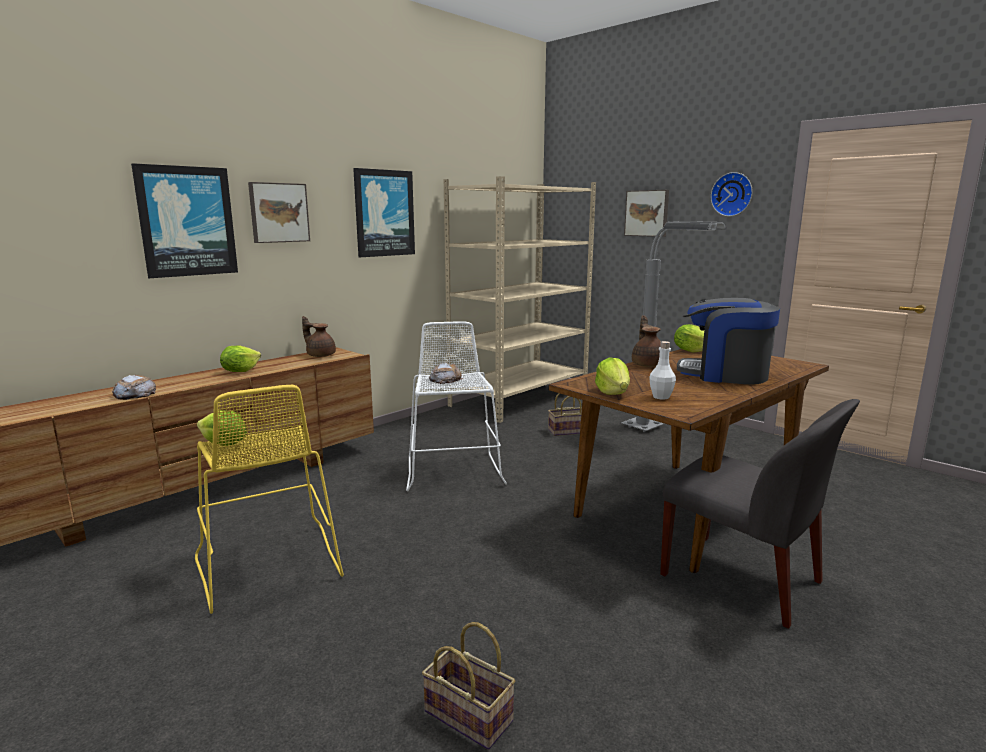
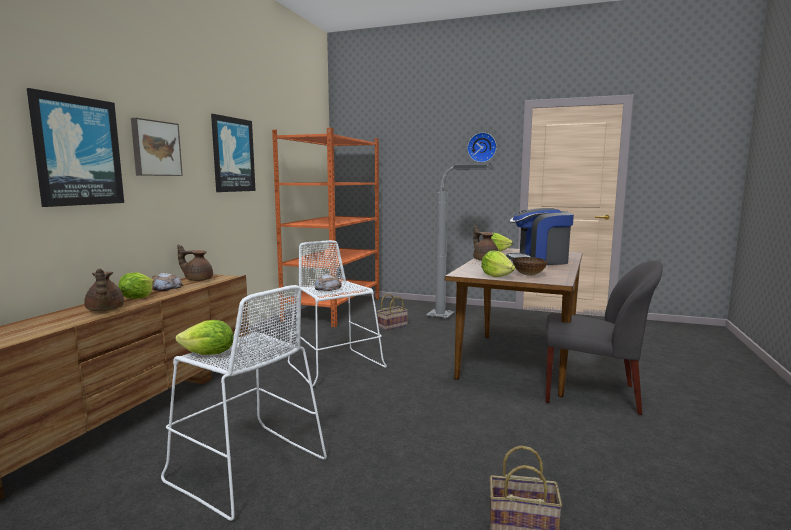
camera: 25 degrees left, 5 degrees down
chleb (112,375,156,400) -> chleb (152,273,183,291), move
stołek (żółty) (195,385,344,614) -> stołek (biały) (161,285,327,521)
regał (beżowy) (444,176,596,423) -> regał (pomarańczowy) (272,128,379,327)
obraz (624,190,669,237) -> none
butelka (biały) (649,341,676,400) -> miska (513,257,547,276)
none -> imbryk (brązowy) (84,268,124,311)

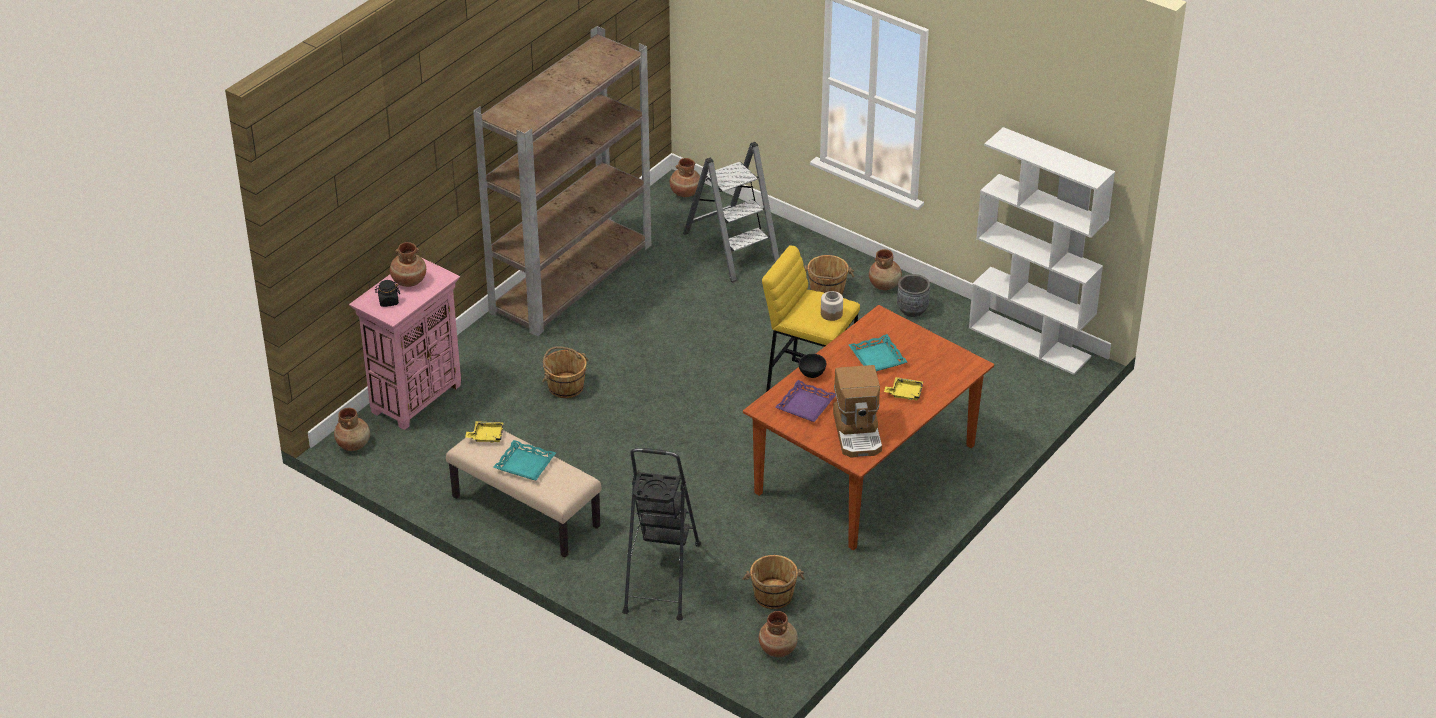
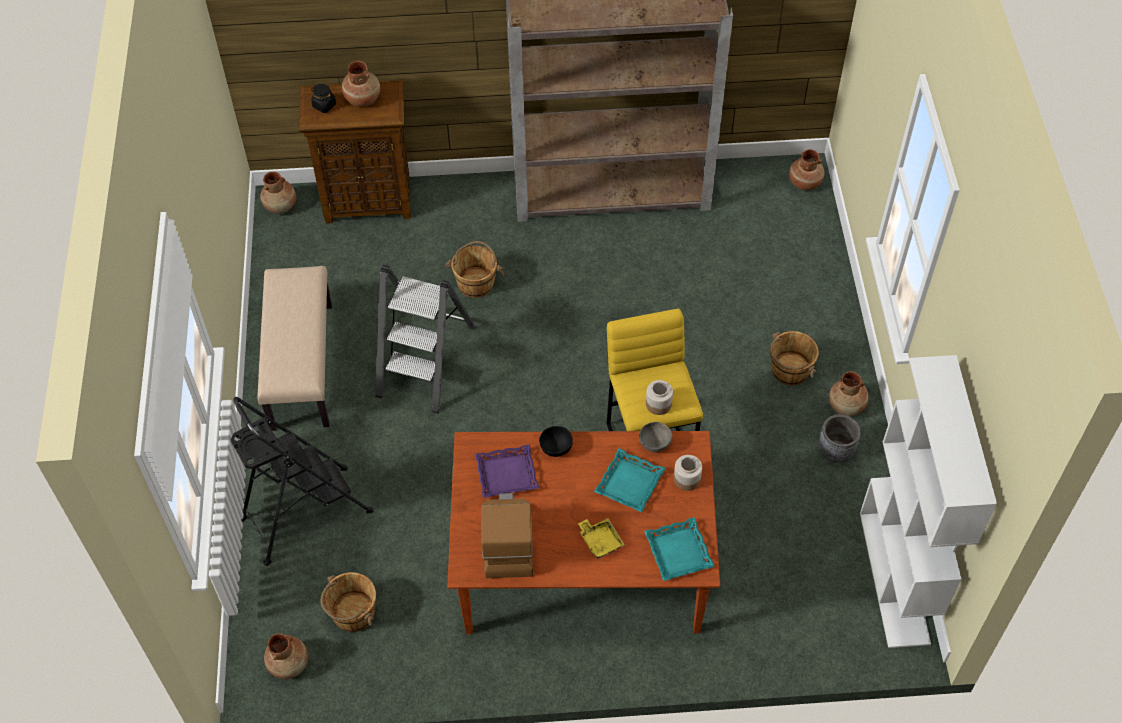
camera: 50 degrees right, 15 degrees up
szafka (różowy) (349,257,461,430) -> szafka (brązowy) (298,80,411,224)
taca (żółty) (465,421,504,443) -> none
taca (turkusowy) (494,440,556,480) -> taca (turkusowy) (644,517,715,581), move
drabinka (szary) (683,142,779,283) -> drabinka (szary) (375,265,476,414), move
ekspres do kawy (833,365,882,458) -> ekspres do kawy (481,492,533,578), 135 degrees clockwise
none -> miska (szary) (639,422,672,452)
none -> słoik (674,455,702,491)

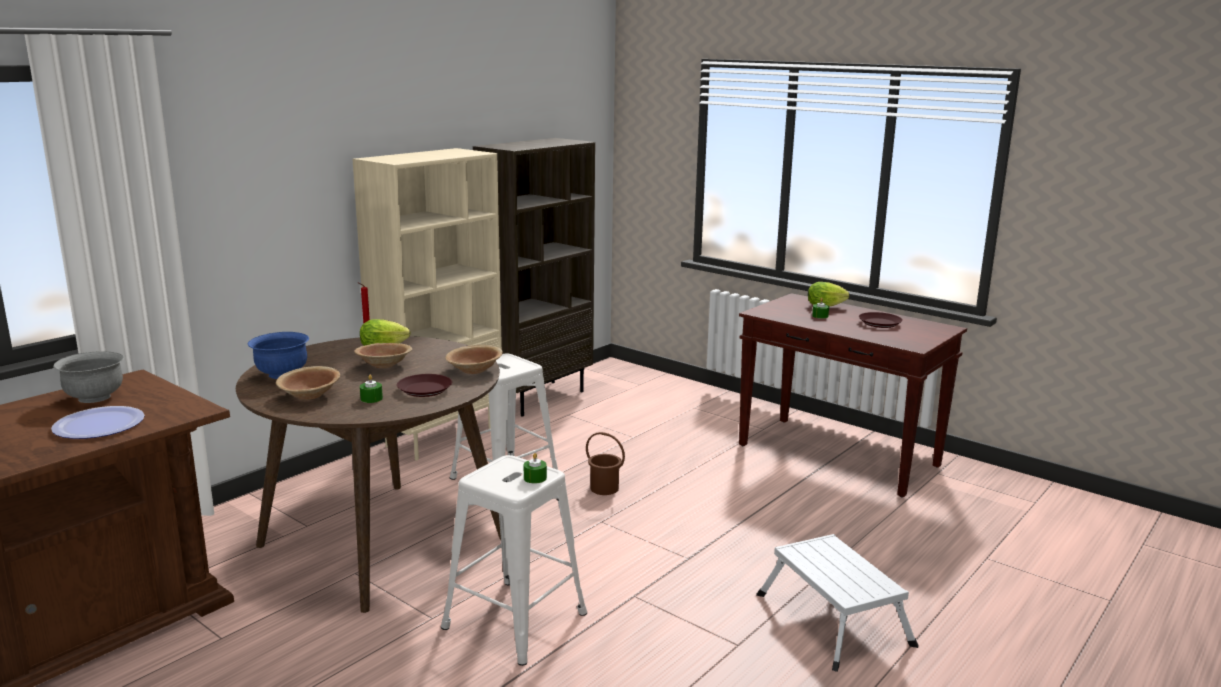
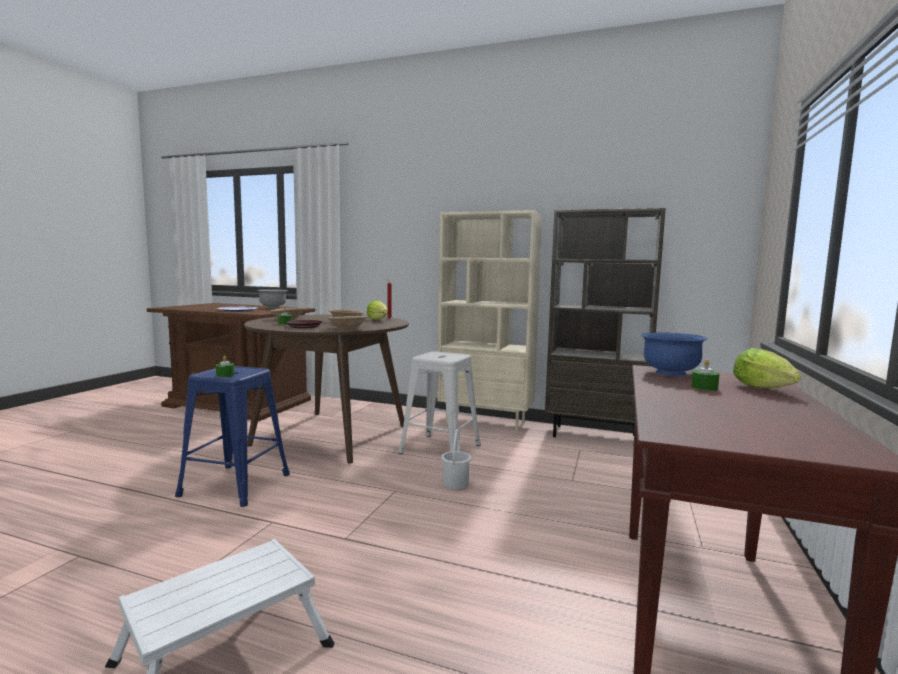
camera: 70 degrees right, 10 degrees down
miska (niebieski) (248,332,309,379) -> miska (niebieski) (641,332,708,376), move
stołek (biały) (441,455,587,666) -> stołek (niebieski) (175,366,290,507)
wiadro (brązowy) (586,432,625,495) -> wiadro (biały) (441,429,472,489)
talerz (brązowy) (859,312,903,328) -> none

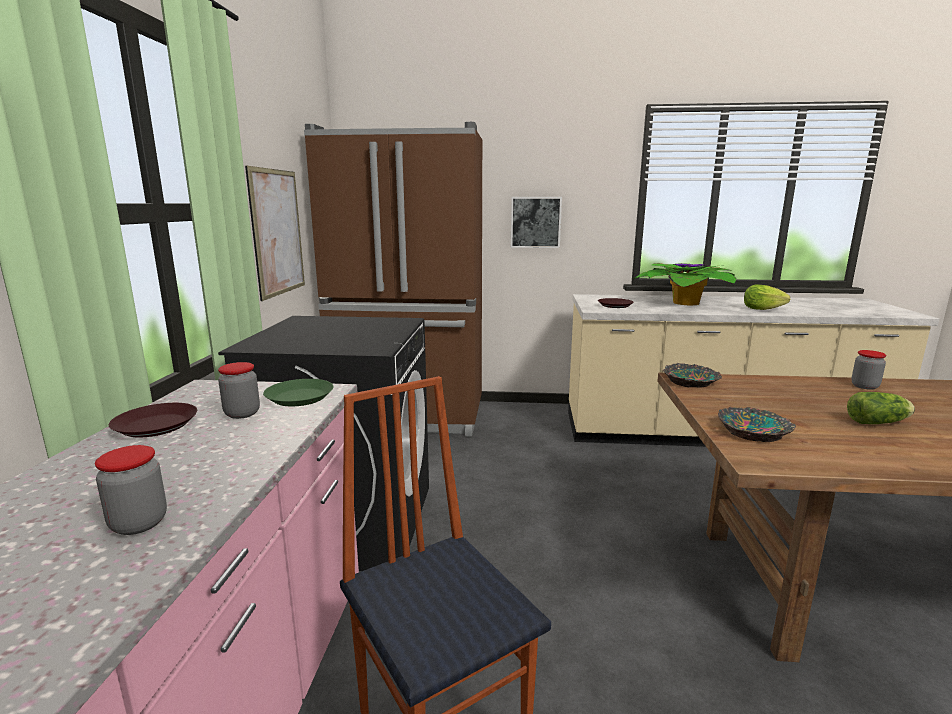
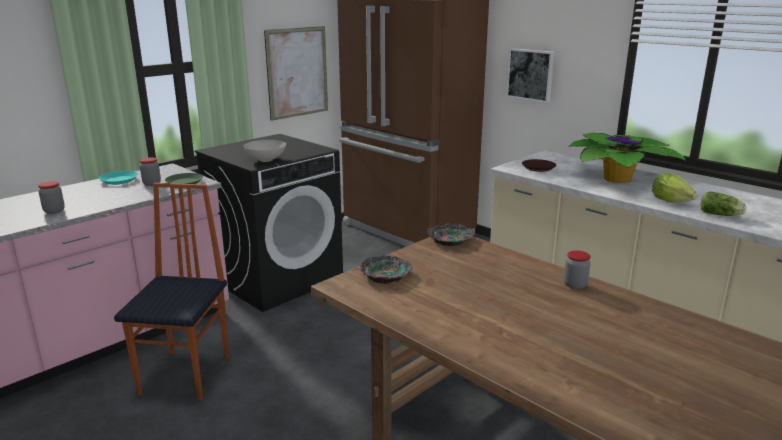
camera: 40 degrees right, 5 degrees up
talerz (brązowy) (109,403,197,437) -> talerz (turkusowy) (99,171,138,185)
sałata (847,392,915,424) -> sałata (701,191,746,216), move
none -> miska (biały) (243,140,286,162)

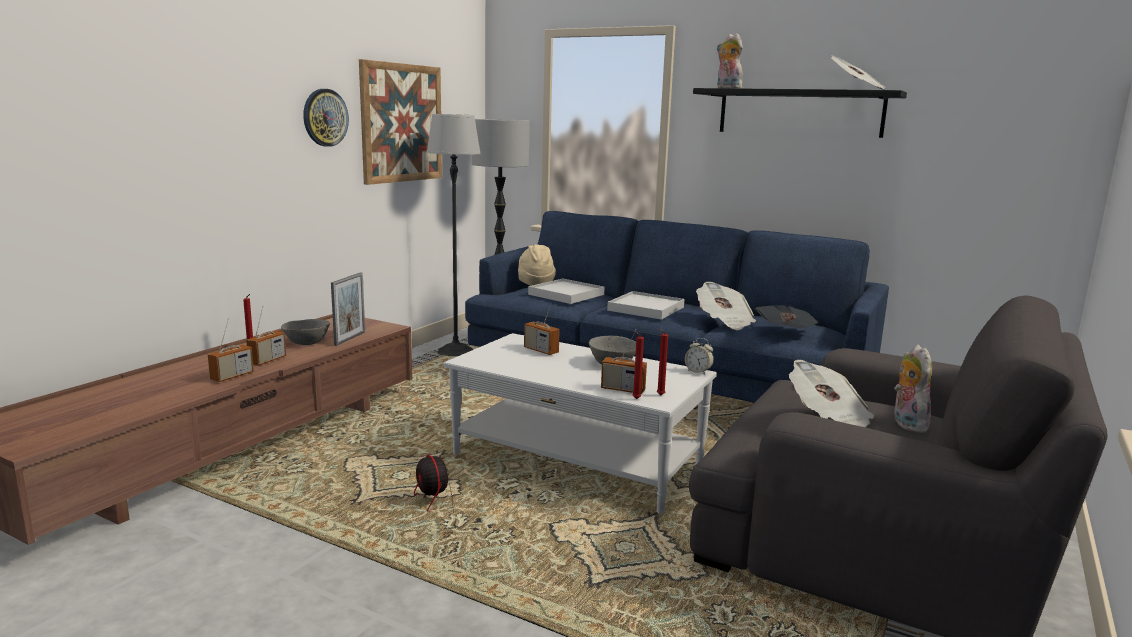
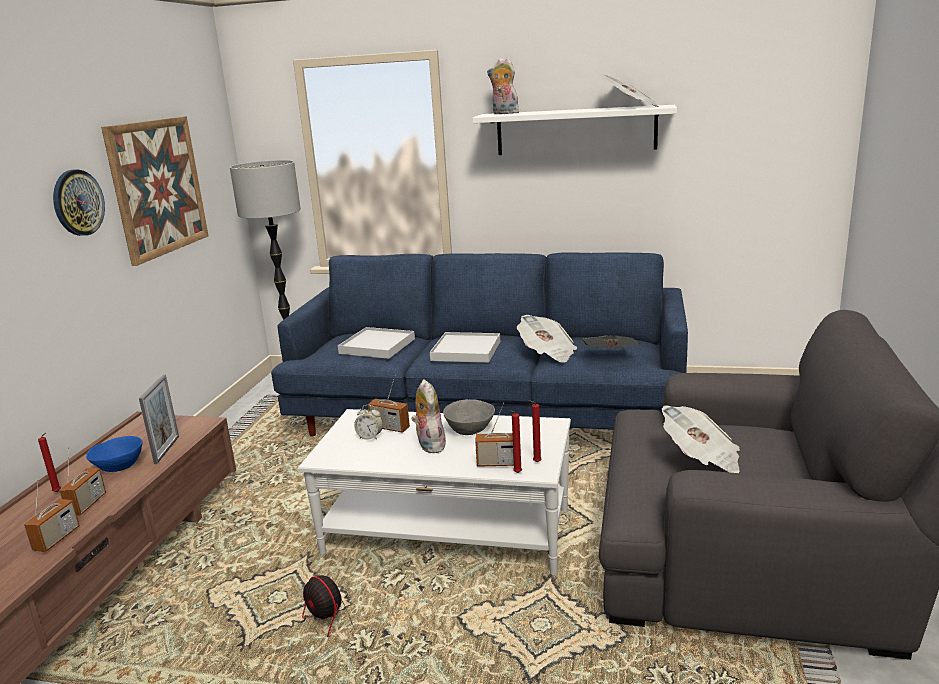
camera: 15 degrees left, 5 degrees up
miska (szary) (281,319,330,345) -> miska (niebieski) (86,436,142,472)
lampa stojąca (427,114,481,356) -> none
kapelusz (beżowy) (518,244,556,286) -> none
budzik (685,338,714,374) -> budzik (354,405,383,440), move
półka (czarny) (693,88,907,138) -> półka (biały) (472,105,677,155)
pluszak (894,345,932,433) -> pluszak (411,379,446,453), move

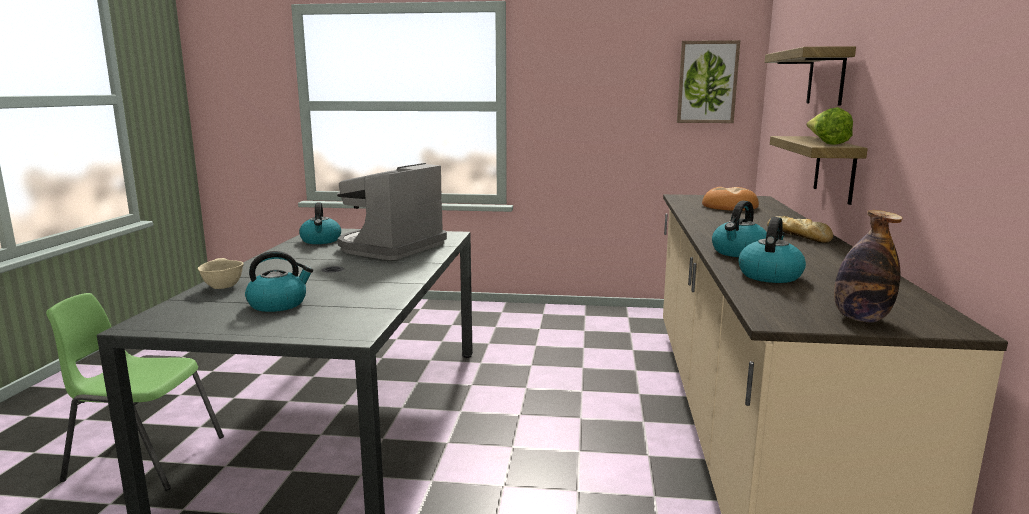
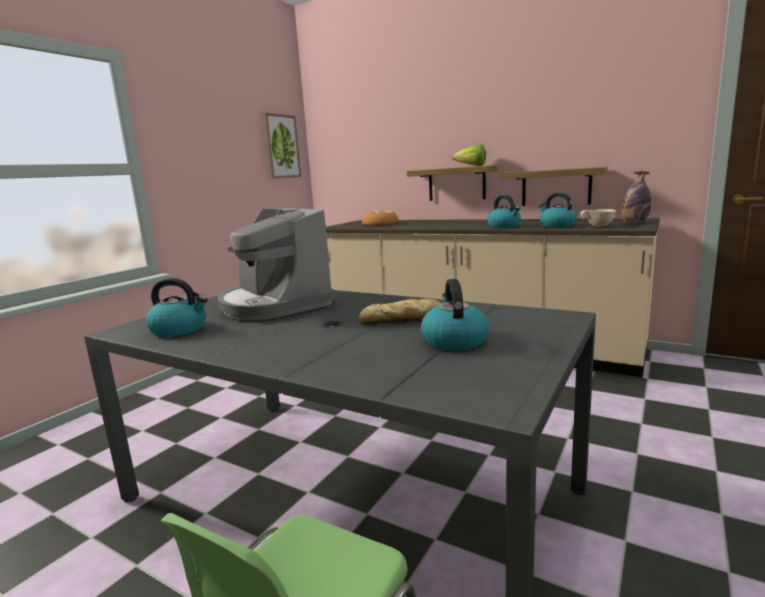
camera: 65 degrees left, 0 degrees up
miska (beżowy) (198,258,244,289) -> miska (beżowy) (580,209,616,227), move
półka (765,46,856,106) -> półka (502,167,608,206), move
chleb (767,216,833,243) -> chleb (359,299,441,324), move

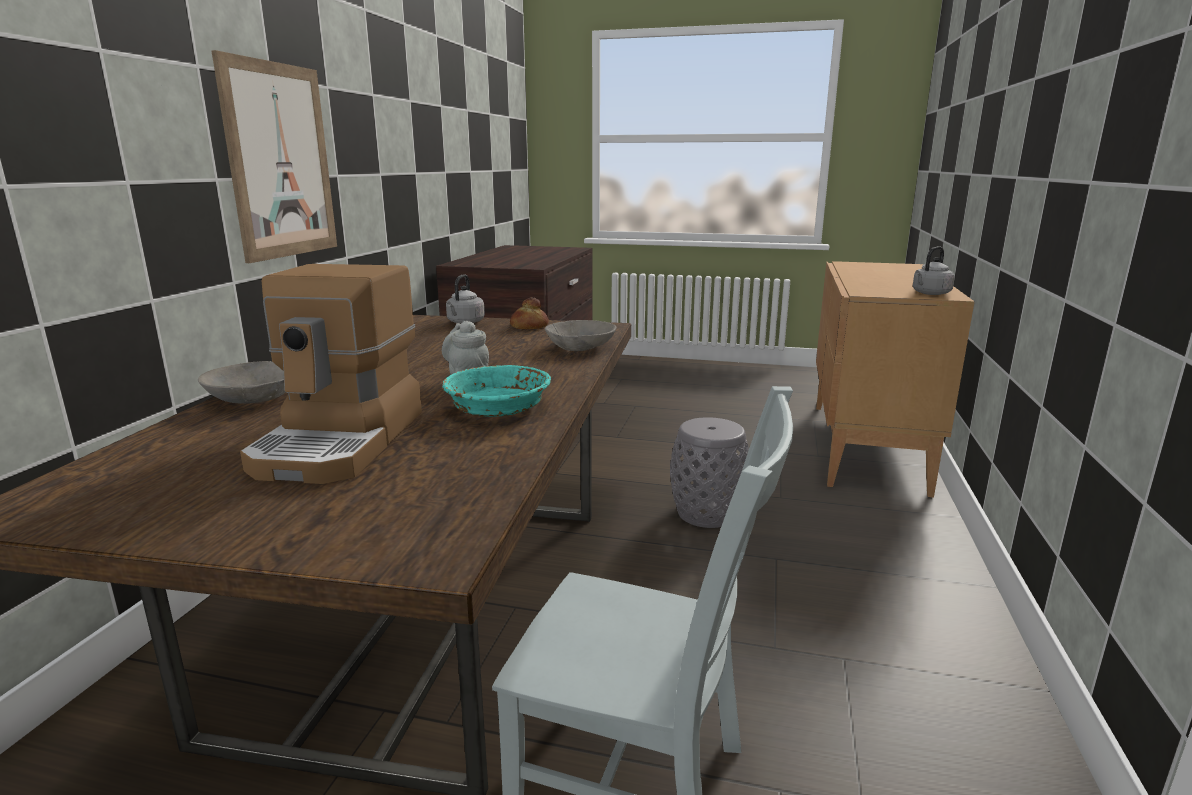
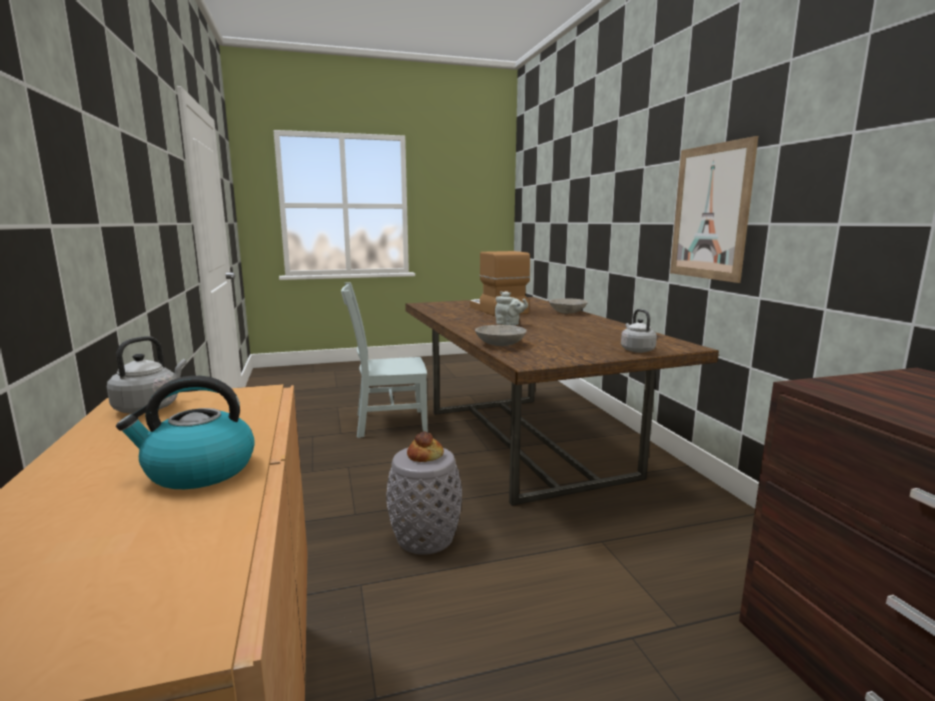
camera: 150 degrees right, 5 degrees down
miska (turkusowy) (442,365,551,417) -> none
chleb (510,297,549,329) -> chleb (407,431,444,462), move
none -> czajnik (116,376,255,489)

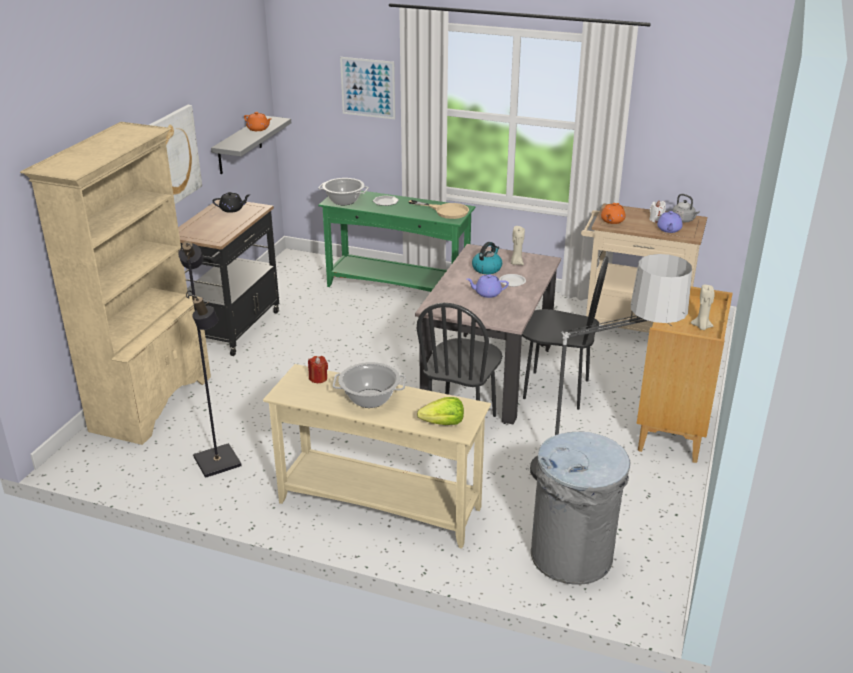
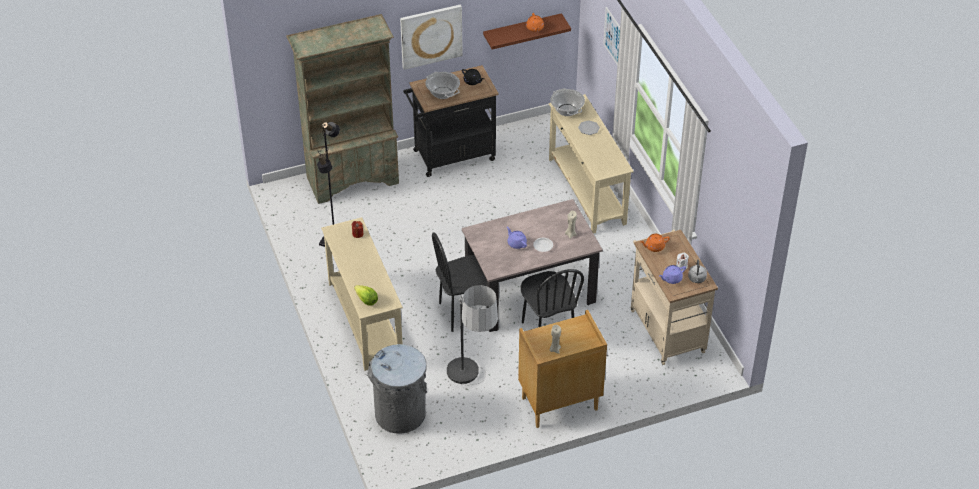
camera: 50 degrees right, 15 degrees up
regał (beżowy) (20,122,211,445) -> regał (zielony) (286,14,399,204)
półka (szary) (211,116,291,174) -> półka (brązowy) (483,13,571,50)
stolik konsolowy (zielony) (318,191,475,292) -> stolik konsolowy (beżowy) (549,94,634,234)
garnek (333,362,406,408) -> garnek (425,72,460,99), move
patelnia (beżowy) (409,200,469,219) -> none
czajnik (472,242,502,274) -> none

